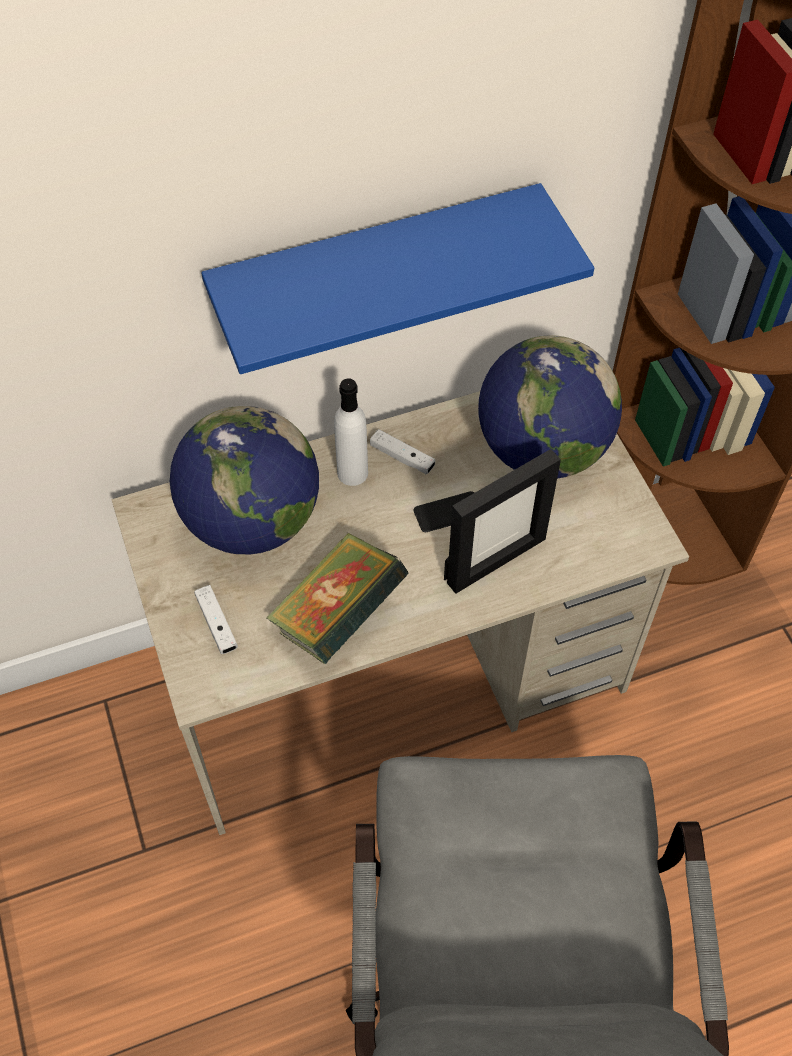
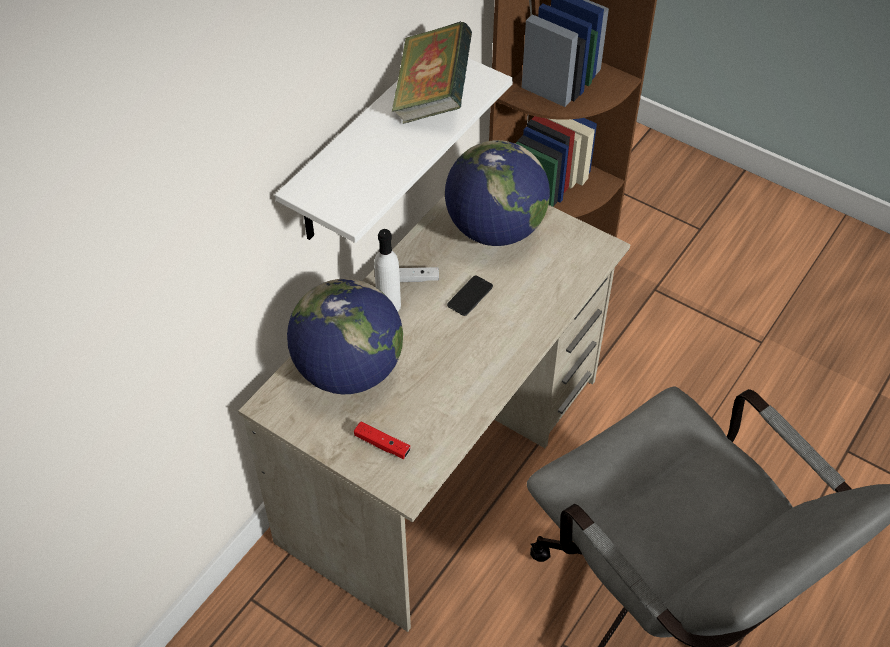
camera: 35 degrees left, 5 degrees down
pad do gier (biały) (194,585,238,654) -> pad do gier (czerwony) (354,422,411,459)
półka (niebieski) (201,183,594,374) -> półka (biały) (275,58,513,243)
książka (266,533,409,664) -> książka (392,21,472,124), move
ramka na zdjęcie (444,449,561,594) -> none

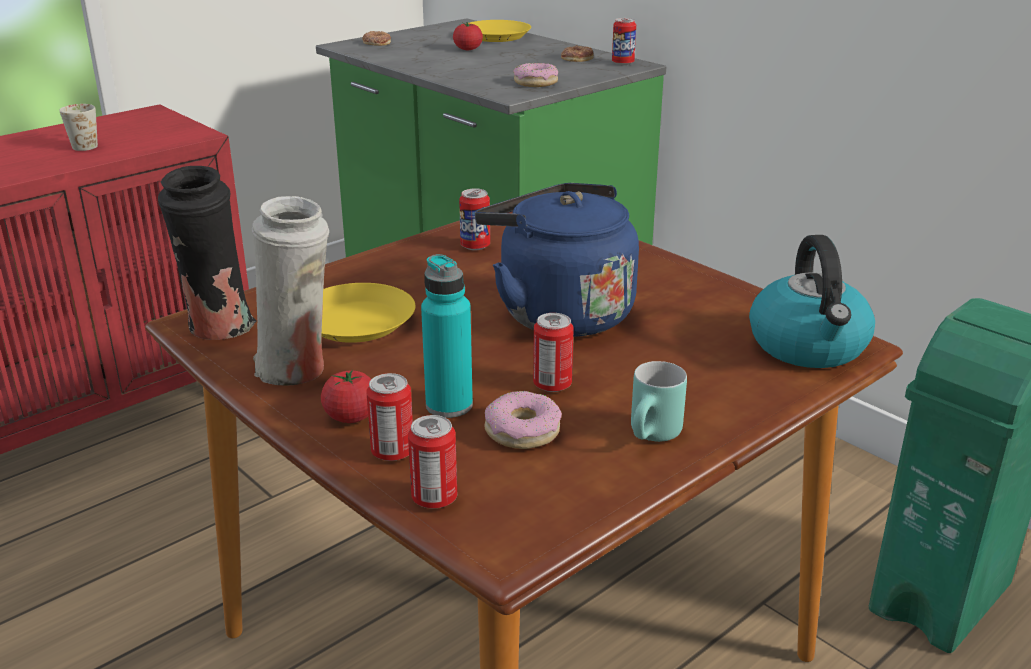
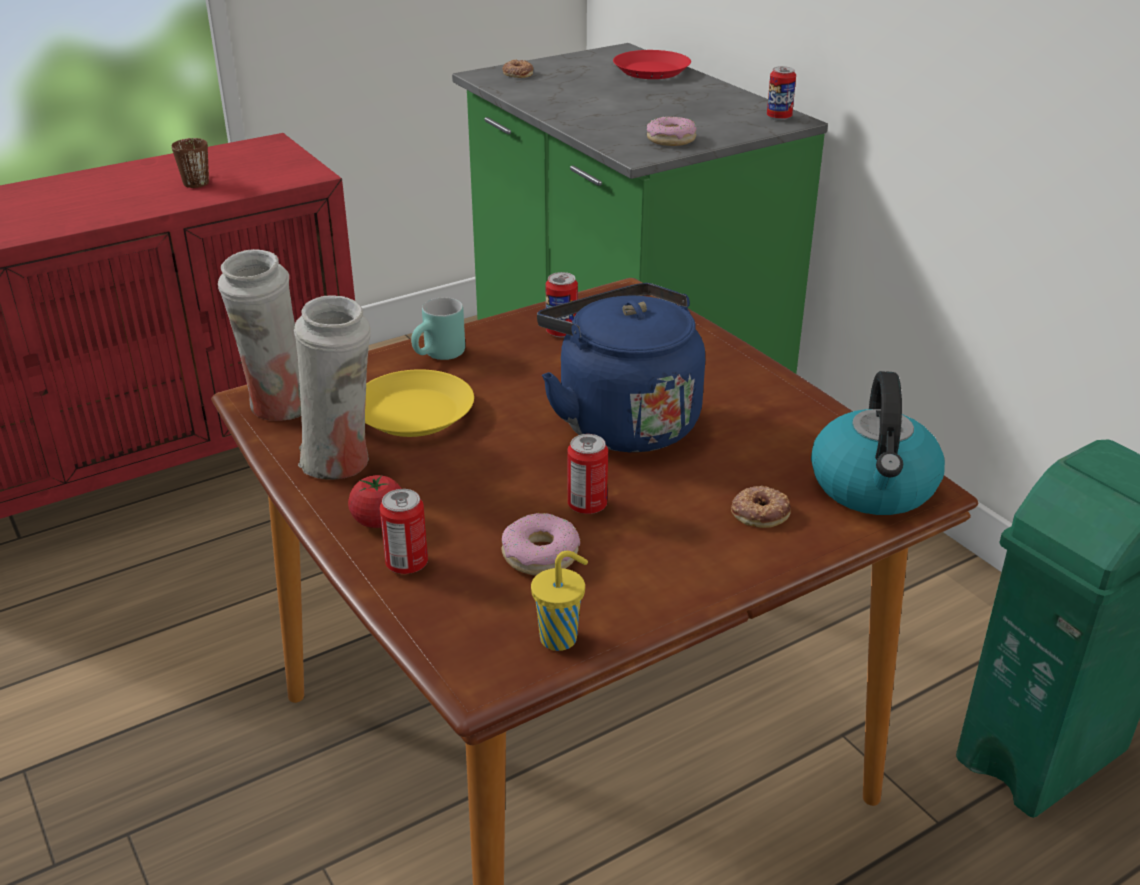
camera: 10 degrees right, 5 degrees up
kubek (biały) (60,104,98,151) -> kubek (brązowy) (171,138,209,188)
wazon (czarny) (158,166,257,340) -> wazon (biały) (218,249,301,421)
puszka (408,415,457,508) -> none
butelka (turkusowy) (421,254,473,418) -> none
pomidor (453,22,483,50) -> none
talerz (żółty) (466,20,531,42) -> talerz (czerwony) (613,50,691,79)
donut (561,45,594,62) -> donut (731,485,791,528), move
kubek (turkusowy) (631,361,687,442) -> kubek (turkusowy) (411,297,465,360), move
none -> filiżanka (żółty) (531,551,588,651)

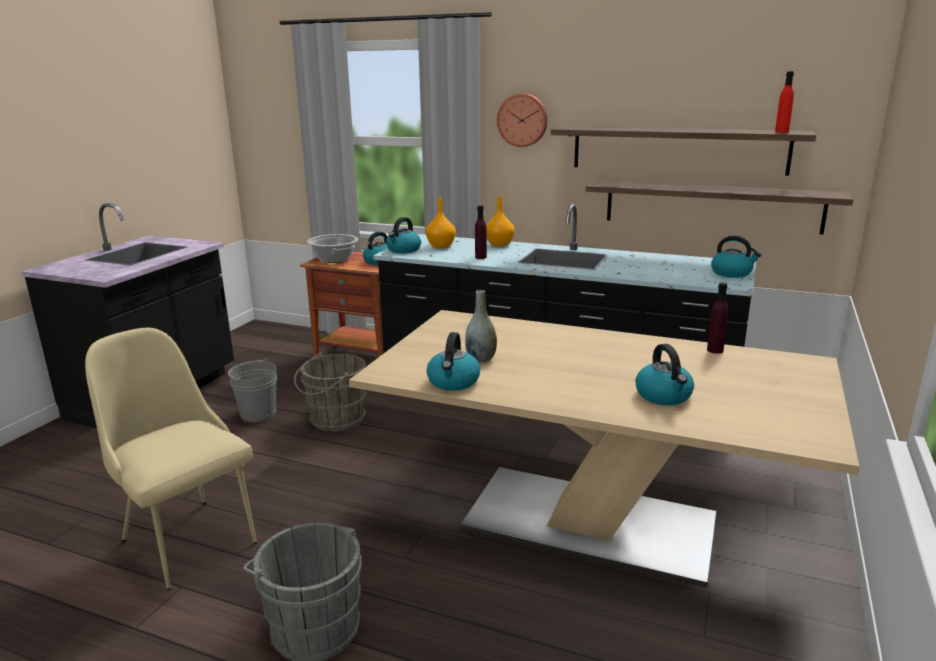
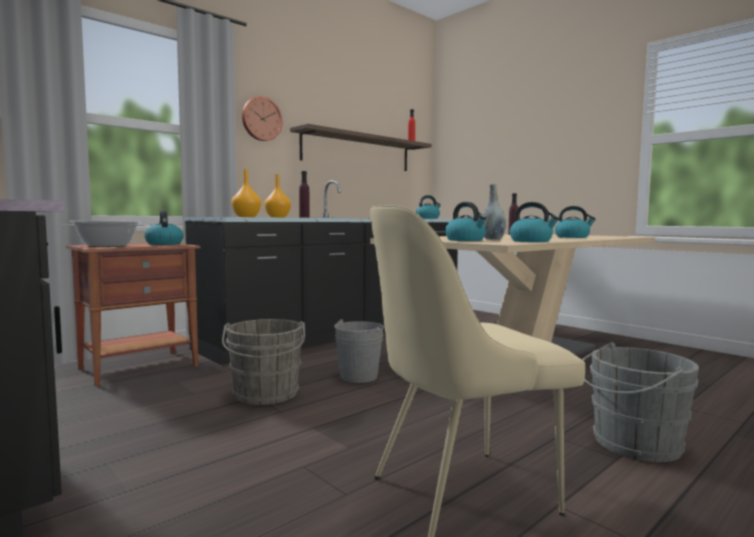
camera: 65 degrees left, 15 degrees down
wiadro (szary) (228,358,277,422) -> wiadro (szary) (334,319,384,383), move
czajnik (386,217,421,253) -> czajnik (445,202,486,241), move
półka (586,180,853,235) -> none

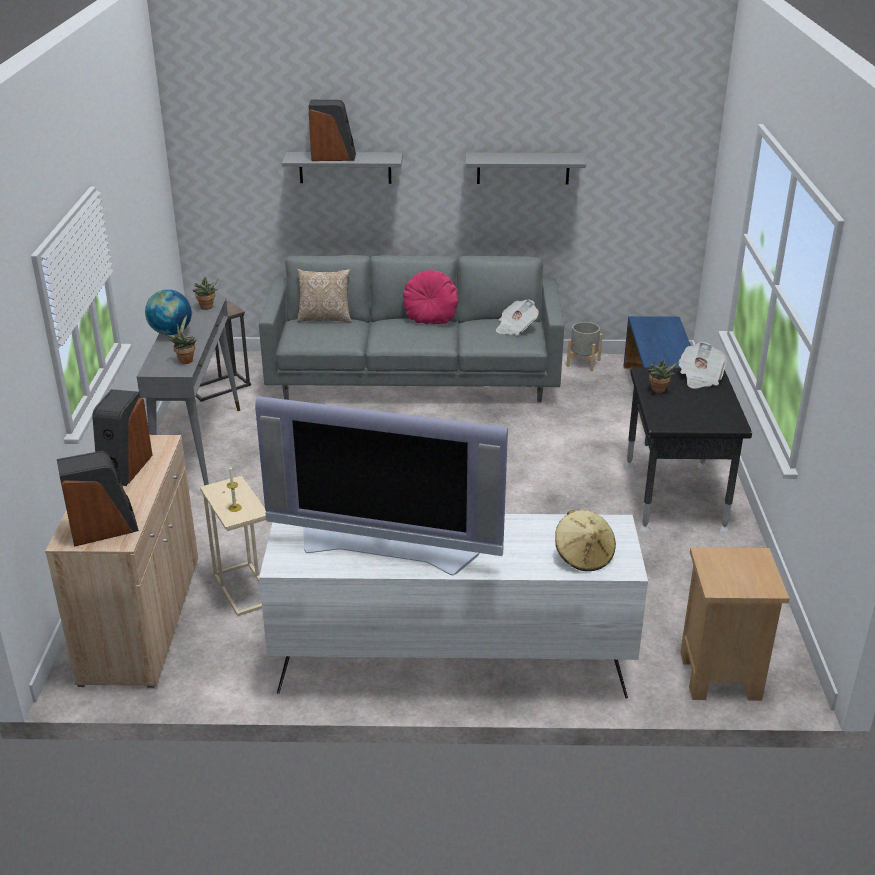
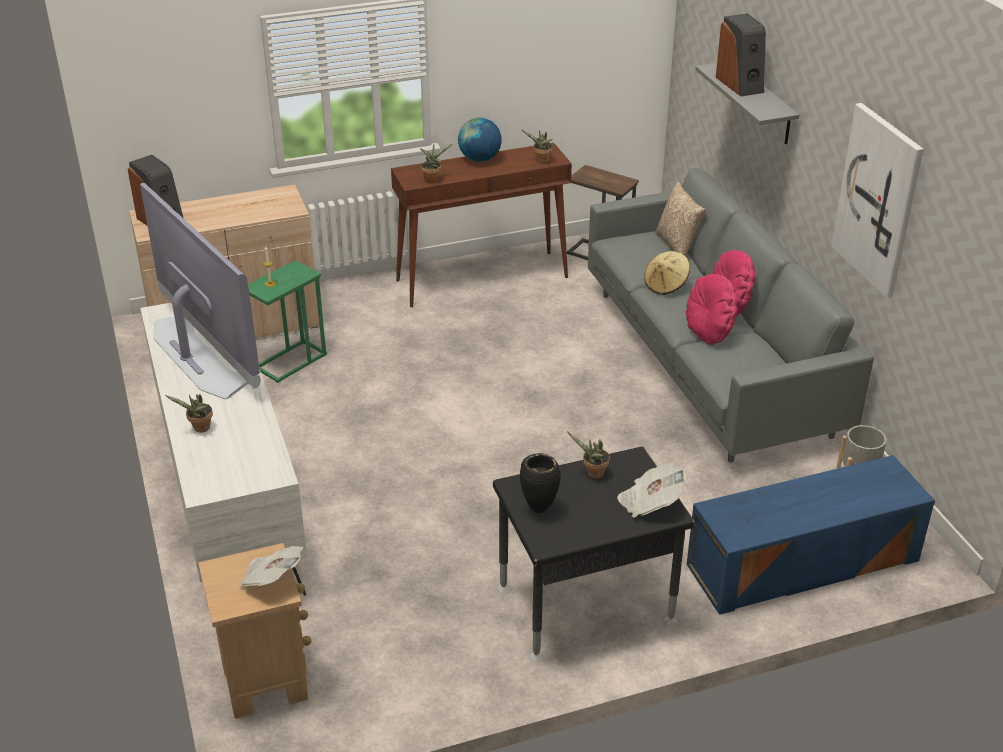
camera: 70 degrees right, 5 degrees up
głośnik (92,389,153,486) -> none
stolik konsolowy (szary) (137,297,240,486) -> stolik konsolowy (brązowy) (391,143,572,307)
stolik (beżowy) (200,476,266,617) -> stolik (zielony) (248,260,327,383)
telewizor (255,396,508,575) -> telewizor (140,183,261,399), 150 degrees clockwise
półka (szary) (466,153,586,184) -> obraz (831,103,923,298)
gazeta (496,300,539,335) -> gazeta (239,546,303,586), move
kapelusz (beżowy) (555,510,616,571) -> kapelusz (beżowy) (644,251,690,295), move
none -> roślina doniczkowa (165,394,213,432)
none -> wazon (czarny) (520,453,560,513)
none -> poduszka (różowy) (686,274,738,345)

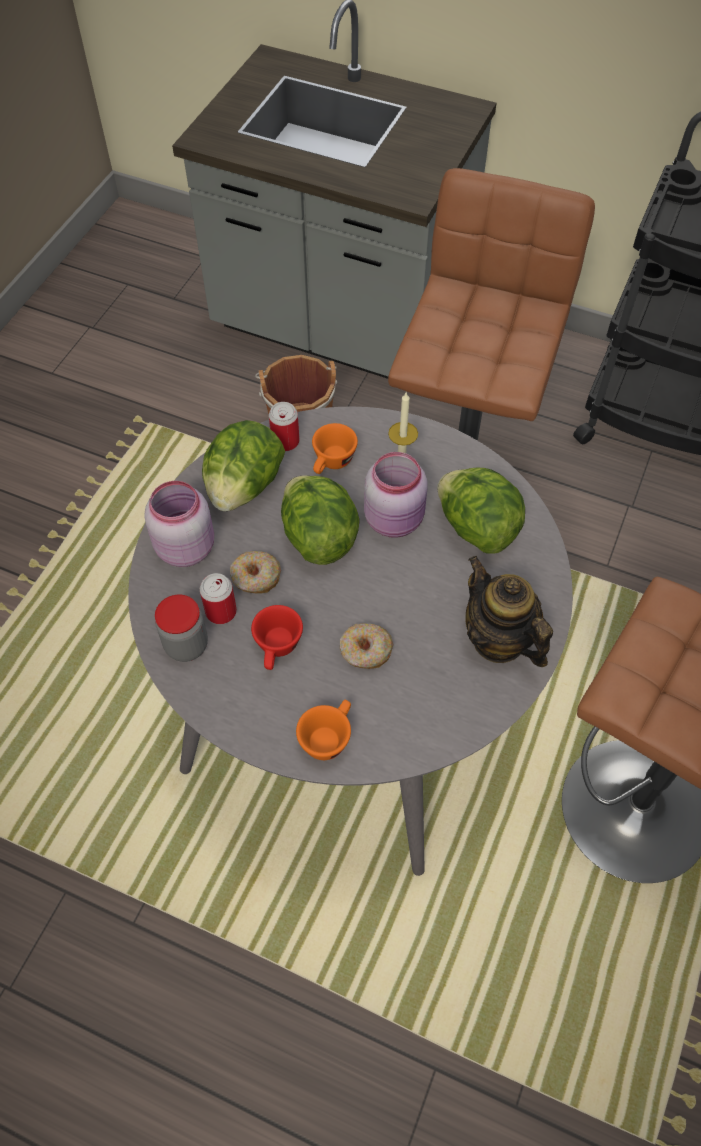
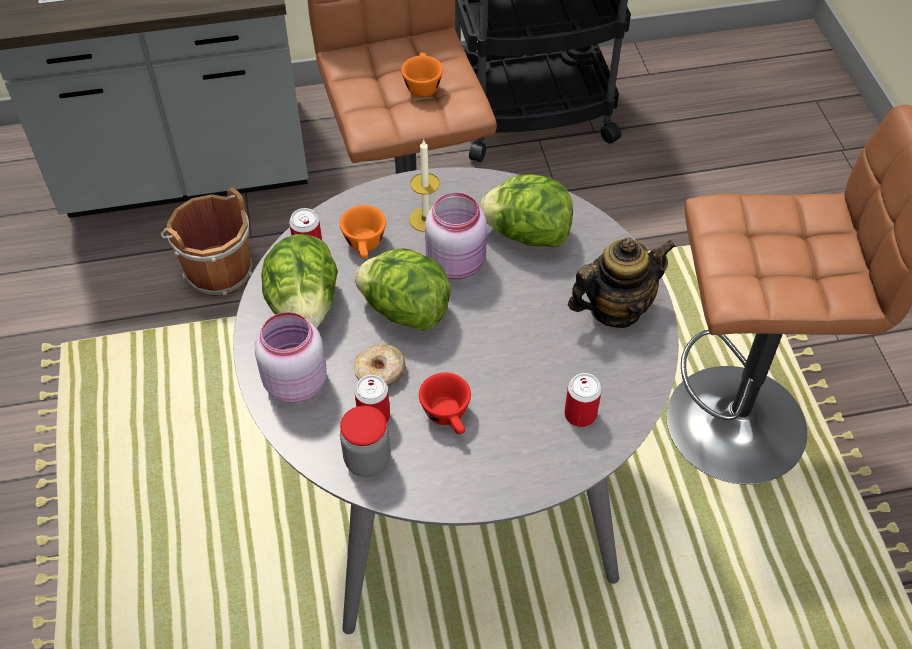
camera: 35 degrees left, 5 degrees down
filiżanka (pomarańczowy) (296,700,351,760) -> filiżanka (pomarańczowy) (401,53,443,97), move
donut (340,623,393,669) -> none
imbryk (465,556,553,667) -> imbryk (568,237,676,328), 135 degrees clockwise
none -> puszka (564,373,602,427)

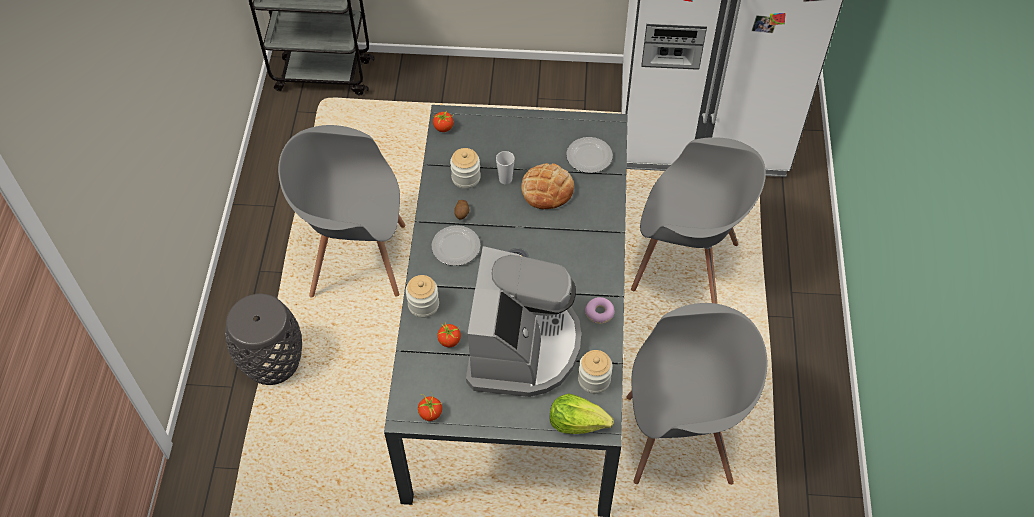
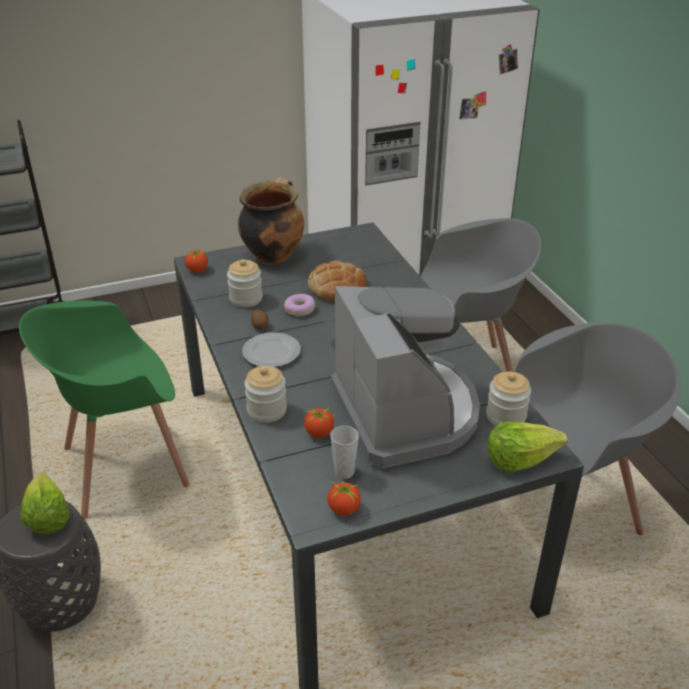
camera: 25 degrees left, 20 degrees down
krzesło (szary) (278,125,405,298) -> krzesło (zielony) (19,301,190,519)
filiżanka (496,151,515,184) -> filiżanka (330,426,359,479), move
talerz (566,137,613,173) -> none
donut (585,297,615,324) -> donut (284,294,315,316), move
none -> sałata (20,473,70,534)
none -> garnek (238,178,304,264)

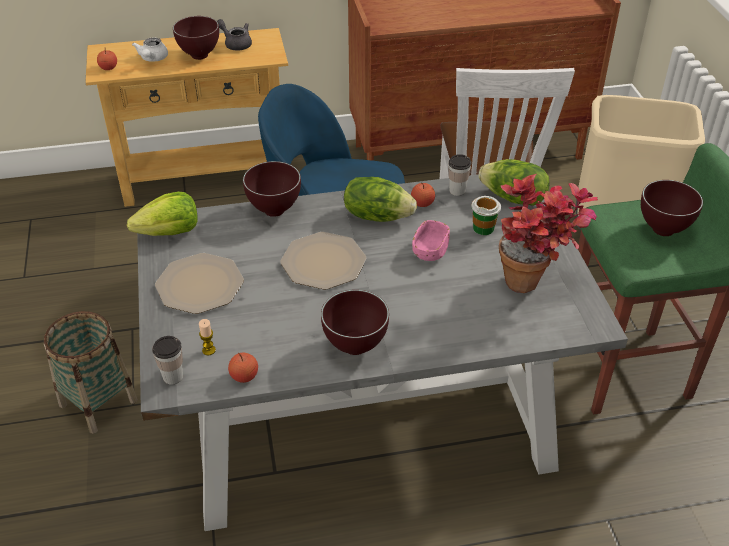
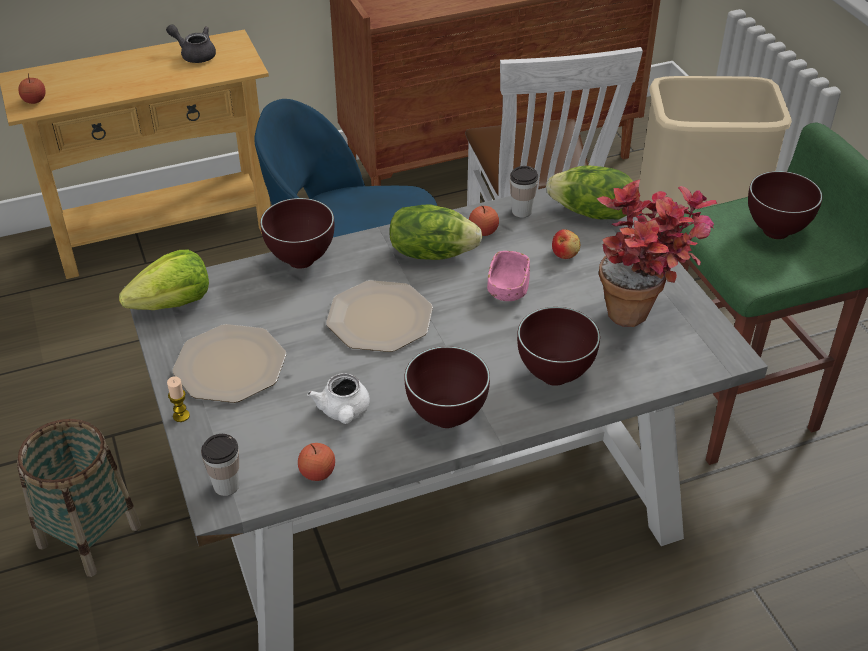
camera: 10 degrees left, 0 degrees up
imbryk (biały) (132,38,168,62) -> imbryk (biały) (307,373,370,424), move
miska (brązowy) (173,16,219,60) -> miska (brązowy) (517,307,600,386), move
świeca (199,319,216,355) -> świeca (167,376,190,422), move
filiżanka (471,196,501,235) -> jabłko (552,229,580,259)

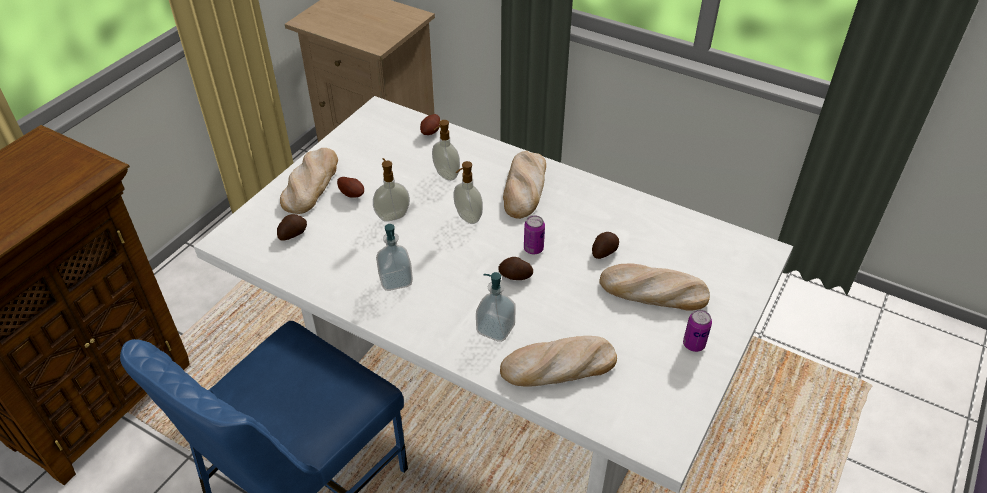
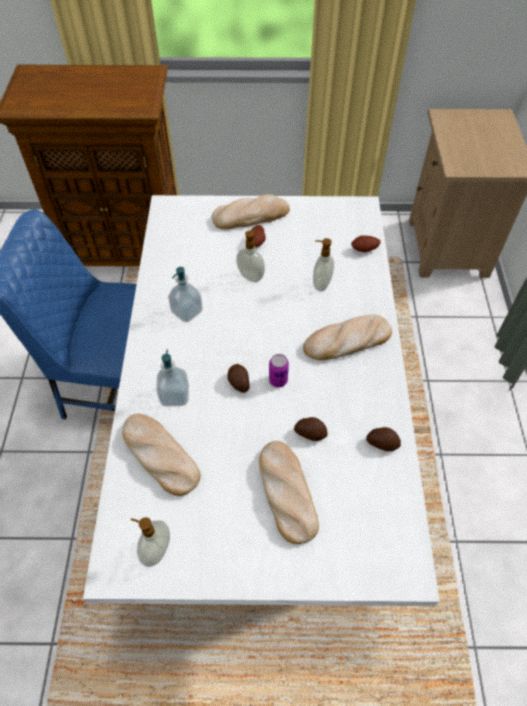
camera: 60 degrees right, 10 degrees up
ziemniak (277,214,307,241) -> ziemniak (366,427,401,451), move
dozownik mydła (454,161,483,224) -> dozownik mydła (131,517,170,567), move
puszka (683,310,712,352) -> none

